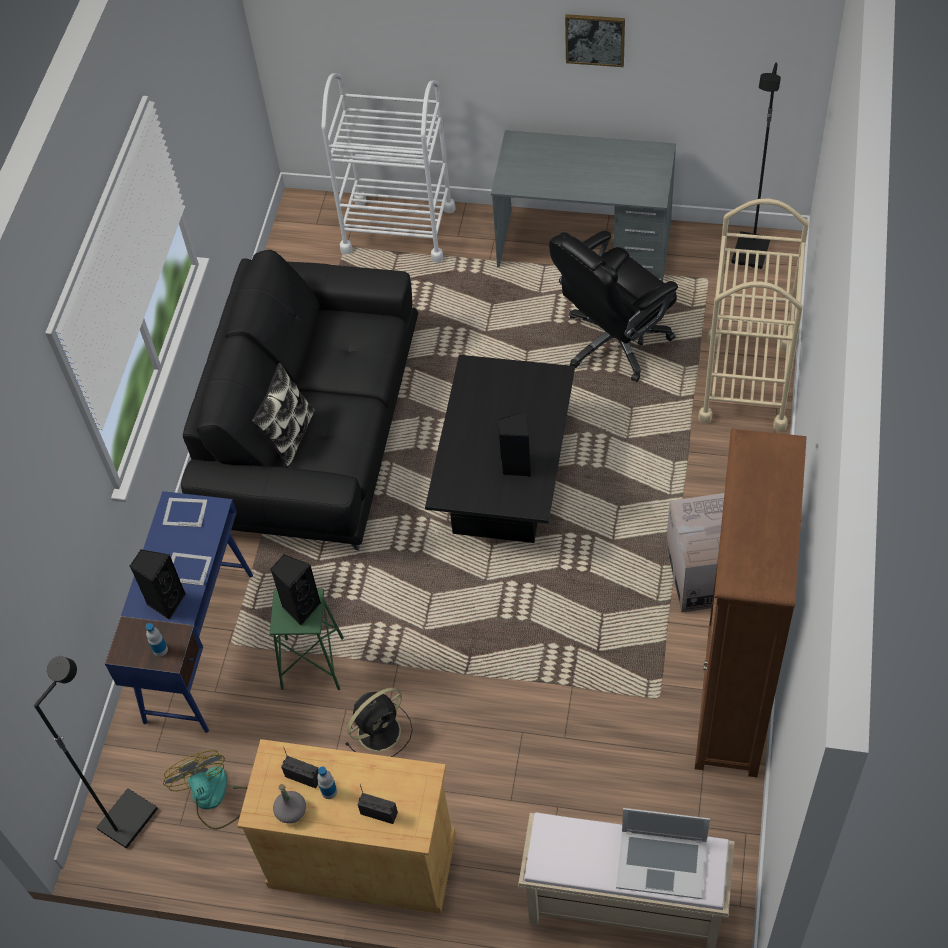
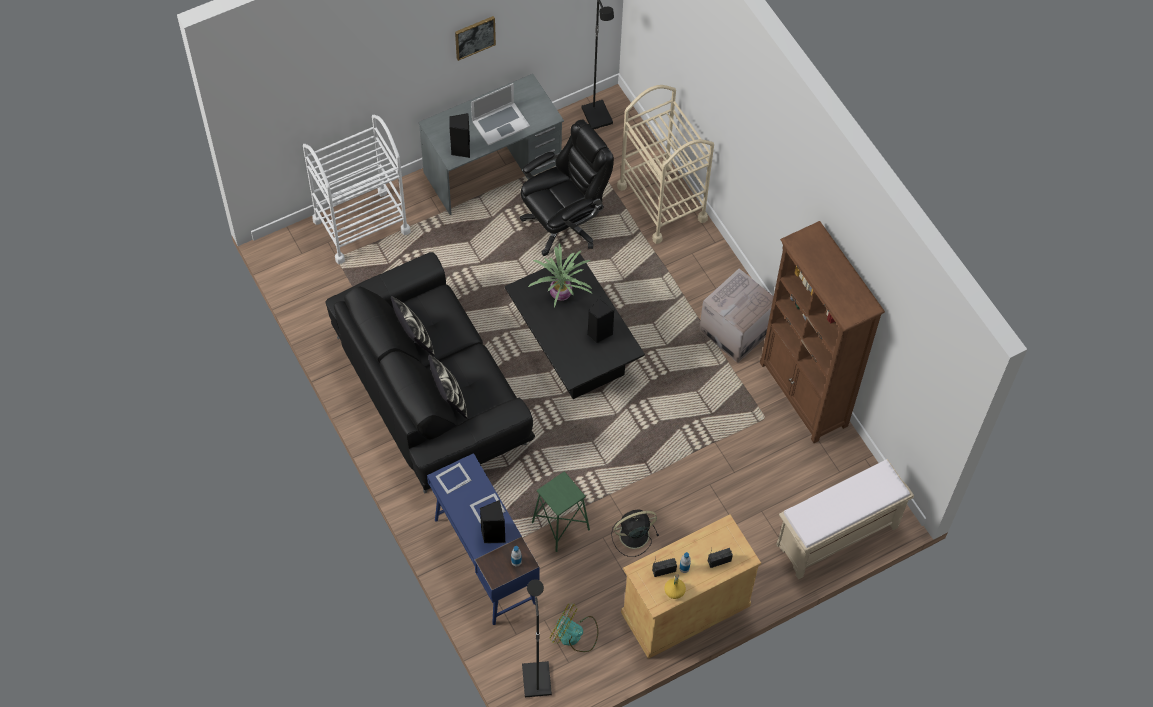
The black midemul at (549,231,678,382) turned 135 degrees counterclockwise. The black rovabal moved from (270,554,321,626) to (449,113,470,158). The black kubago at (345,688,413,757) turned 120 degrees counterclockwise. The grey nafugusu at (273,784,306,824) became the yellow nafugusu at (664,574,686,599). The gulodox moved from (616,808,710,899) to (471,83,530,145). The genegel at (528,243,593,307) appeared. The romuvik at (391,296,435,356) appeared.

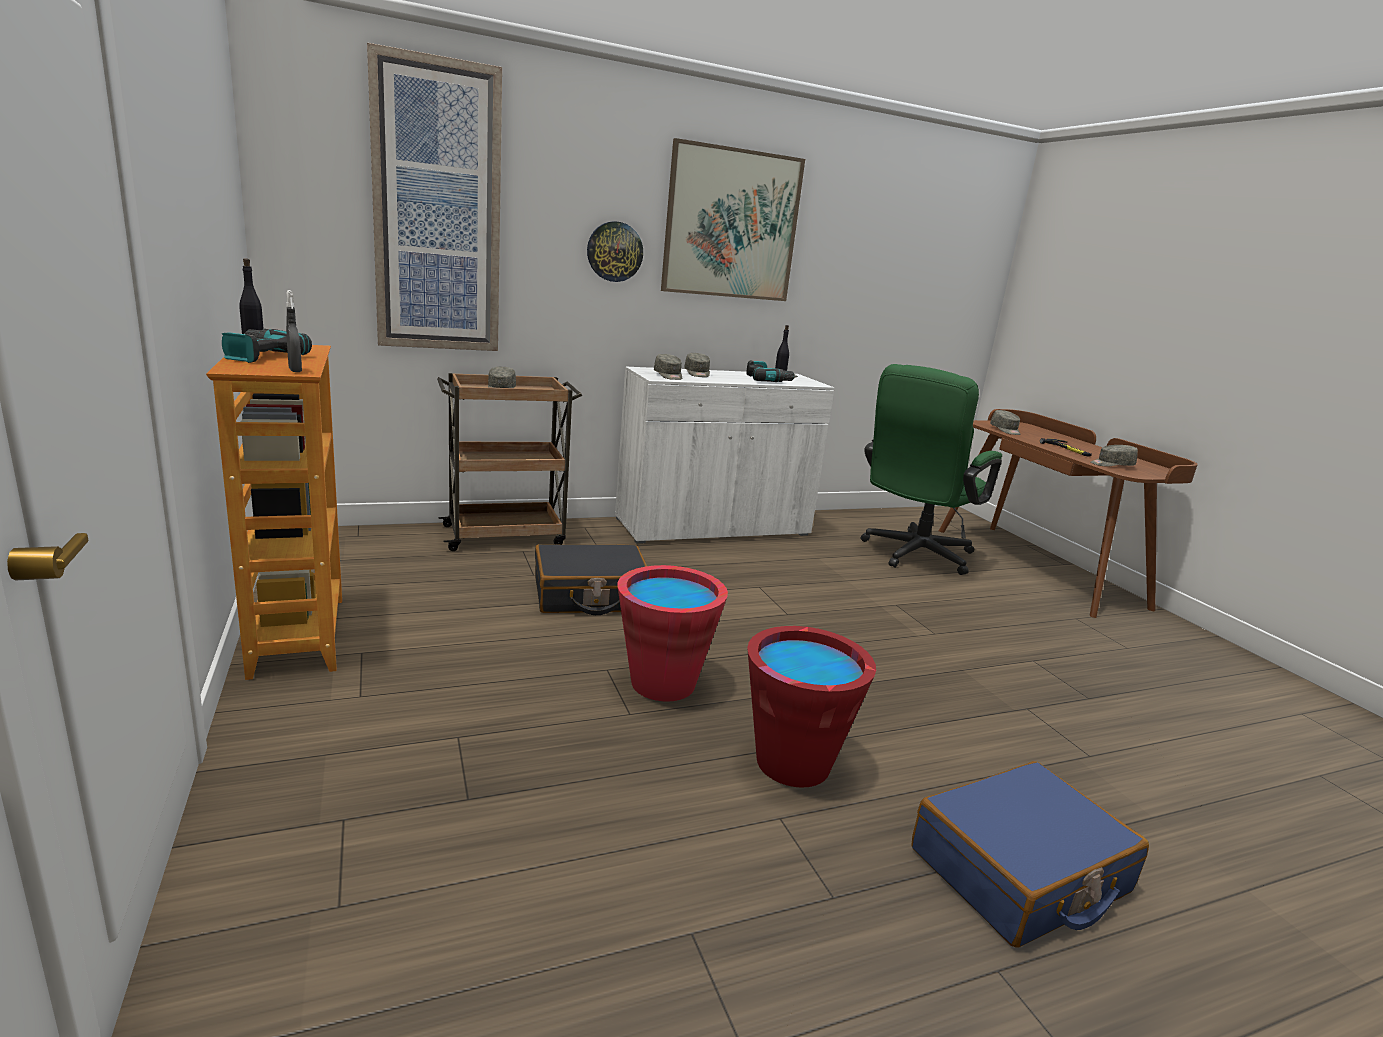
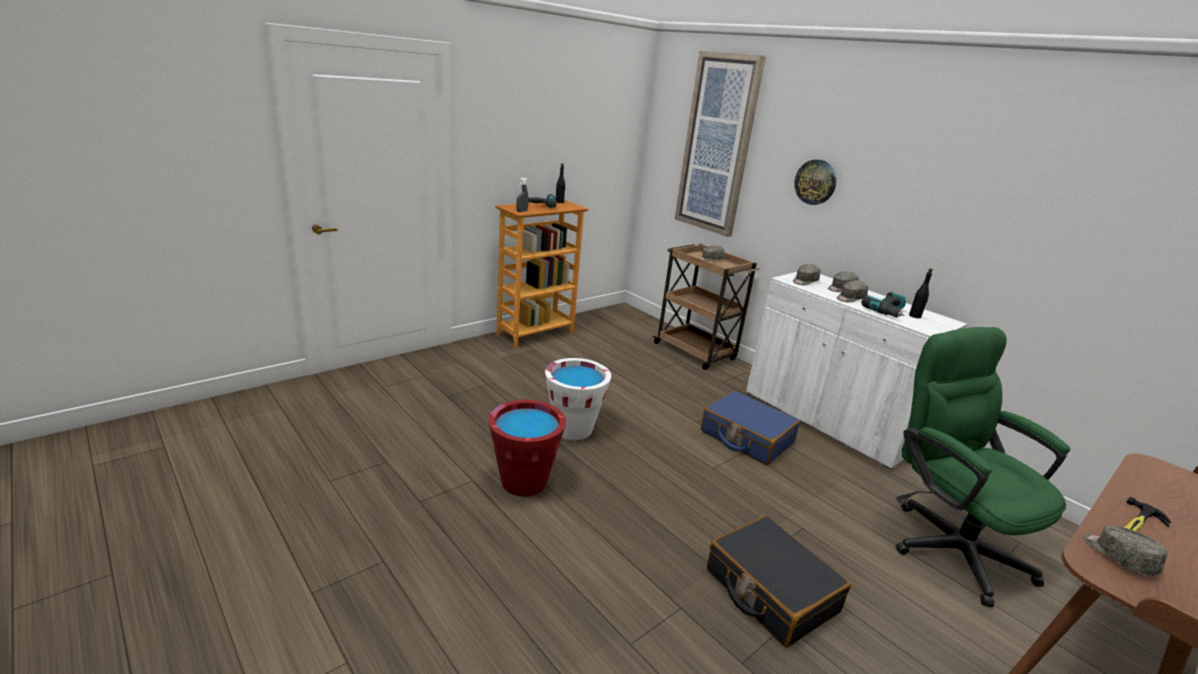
The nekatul at (661,138,805,301) disappeared. The green midemul at (861,364,1002,575) turned 45 degrees clockwise. The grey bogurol moved from (990,410,1021,435) to (837,280,868,303). The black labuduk moved from (535,544,647,615) to (707,515,851,648). The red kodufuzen at (617,565,728,702) became the white kodufuzen at (545,358,611,440). The blue labuduk moved from (911,761,1149,948) to (701,390,800,465).

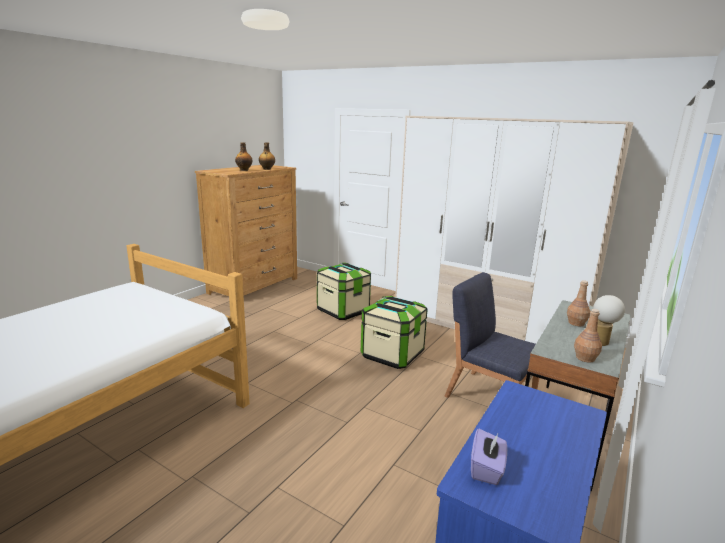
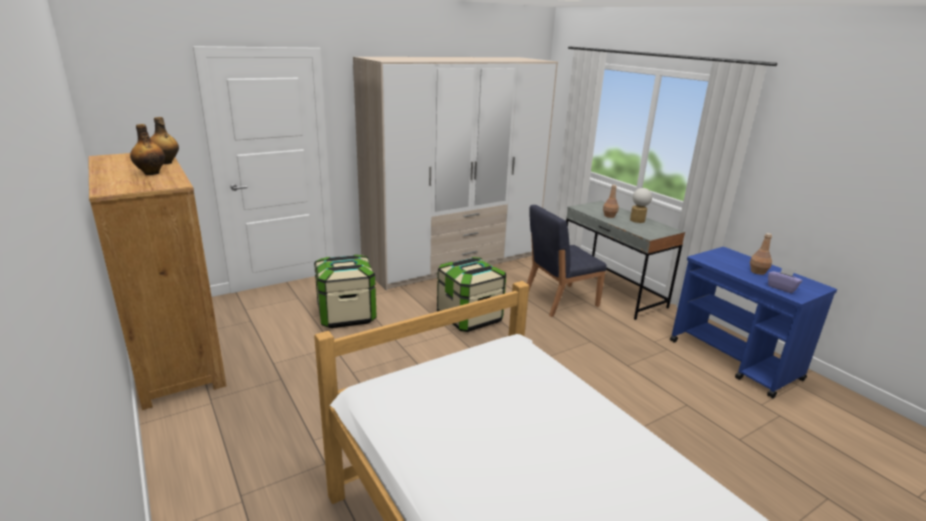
The brown nafugusu moved from (574,309,602,363) to (750,233,772,275).

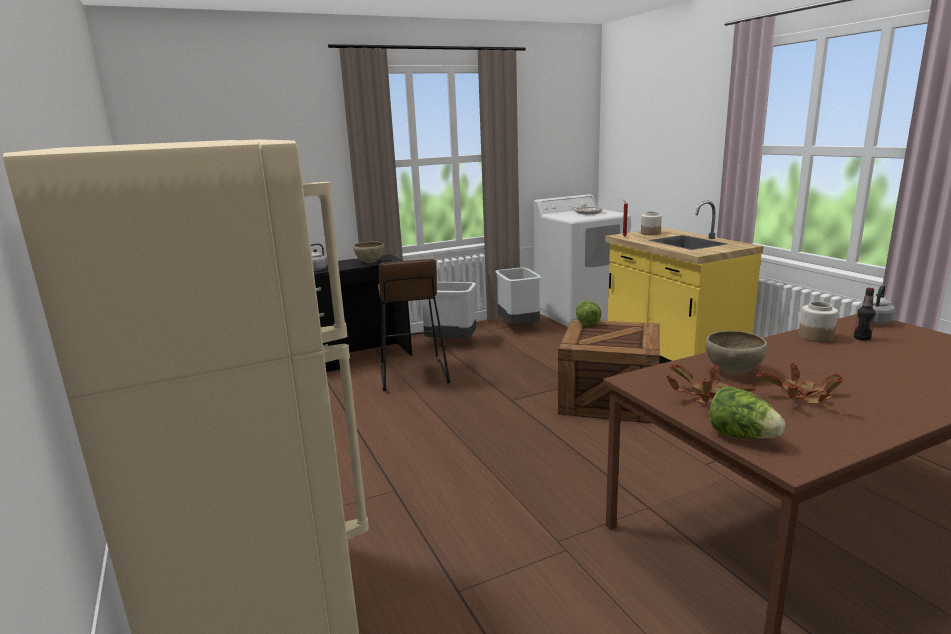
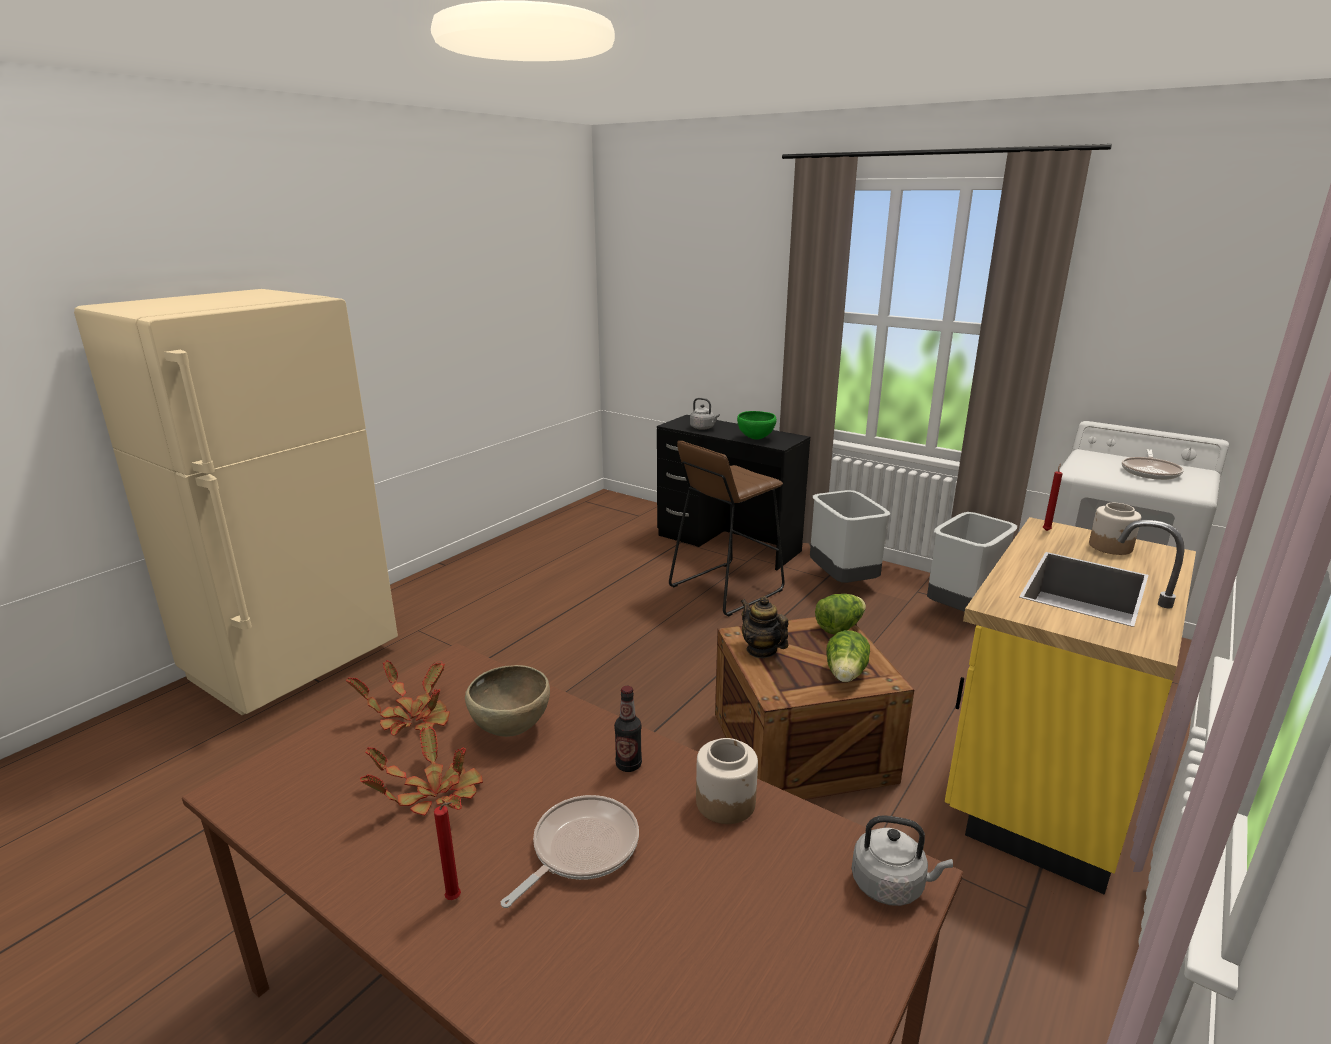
The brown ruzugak at (353,241,384,263) became the green ruzugak at (737,411,777,440). The nafugusu moved from (854,288,876,341) to (614,686,642,772). The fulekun moved from (709,386,785,439) to (826,630,870,682). The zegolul at (740,596,788,658) appeared. The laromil at (501,795,639,908) appeared. The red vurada at (434,802,461,900) appeared.

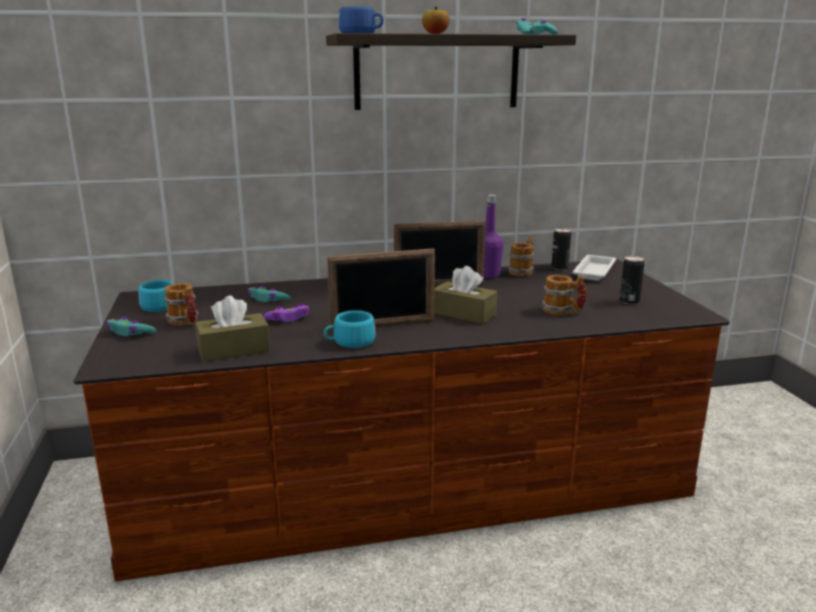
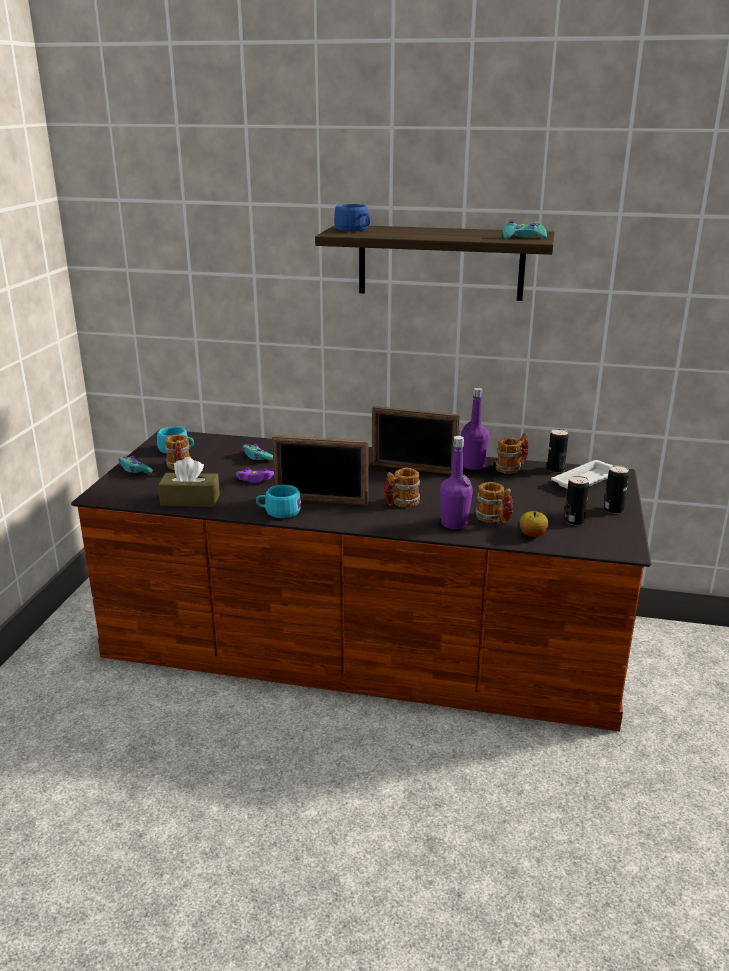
The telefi moved from (422,7,450,34) to (520,511,548,537). The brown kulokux at (434,266,498,324) was replaced by the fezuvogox at (384,468,420,507). The purple nafugusu at (440,436,473,529) appeared. The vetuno at (604,465,629,514) appeared.

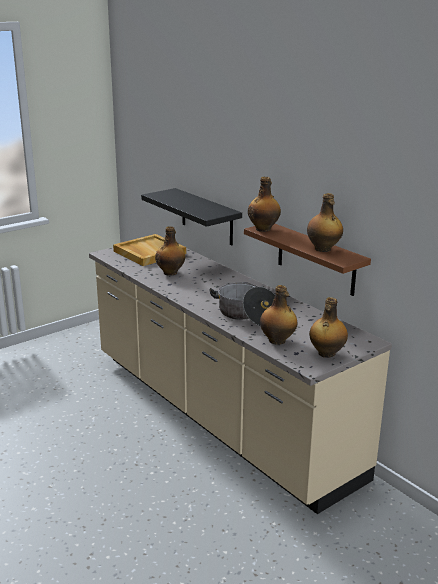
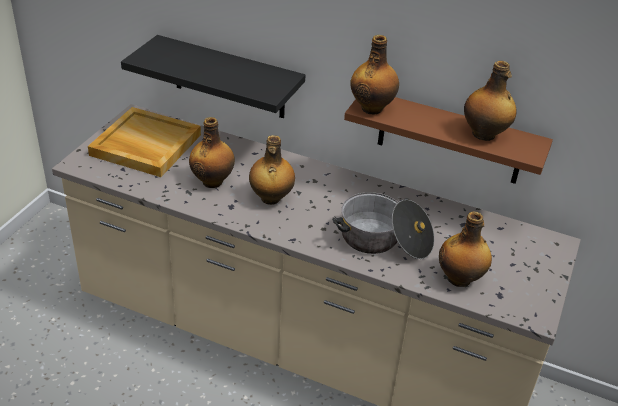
The nafugusu moved from (309,297,348,358) to (249,135,295,205).

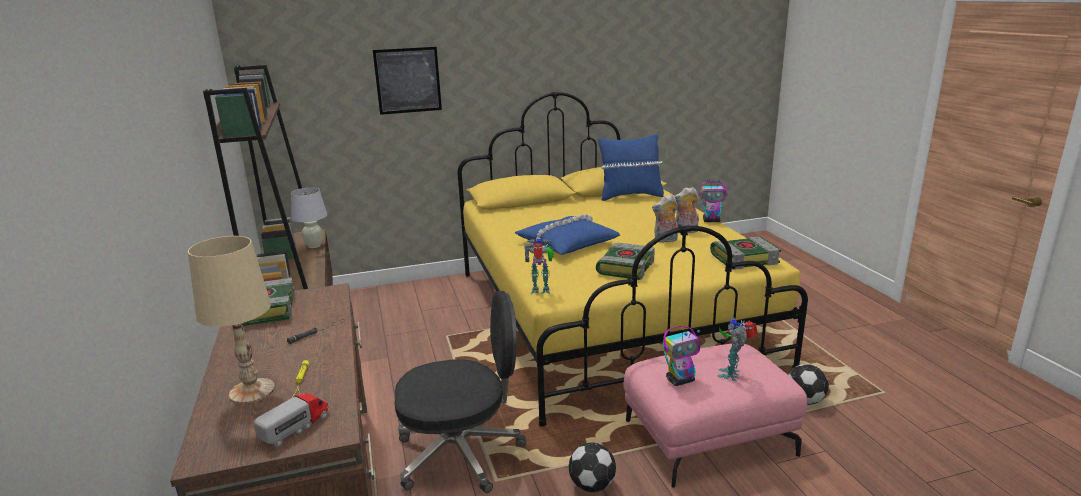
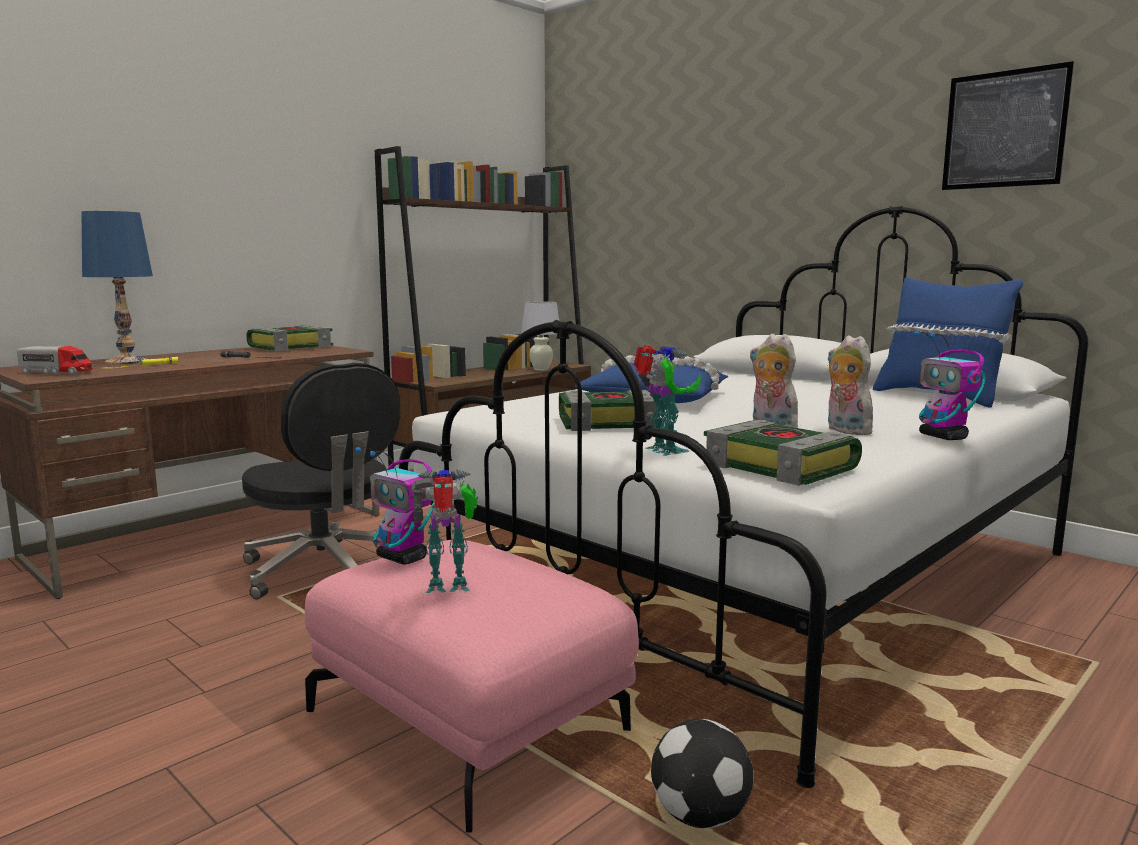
The nekatul moved from (373,47,442,115) to (942,61,1074,190). The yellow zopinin at (457,92,808,427) became the white zopinin at (399,206,1089,788). The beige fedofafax at (188,236,275,404) became the blue fedofafax at (82,211,153,364). The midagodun moved from (524,239,554,294) to (634,345,701,456). The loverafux at (569,443,616,492) disappeared.

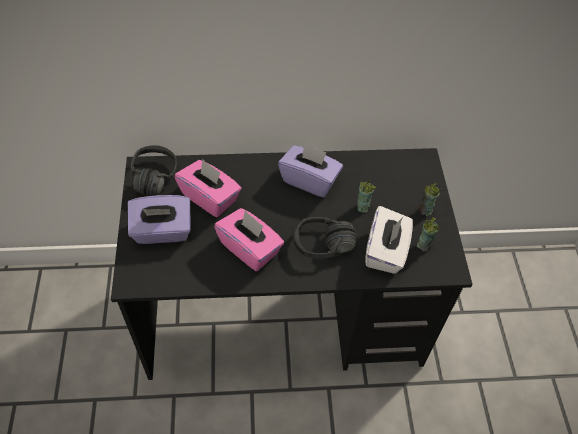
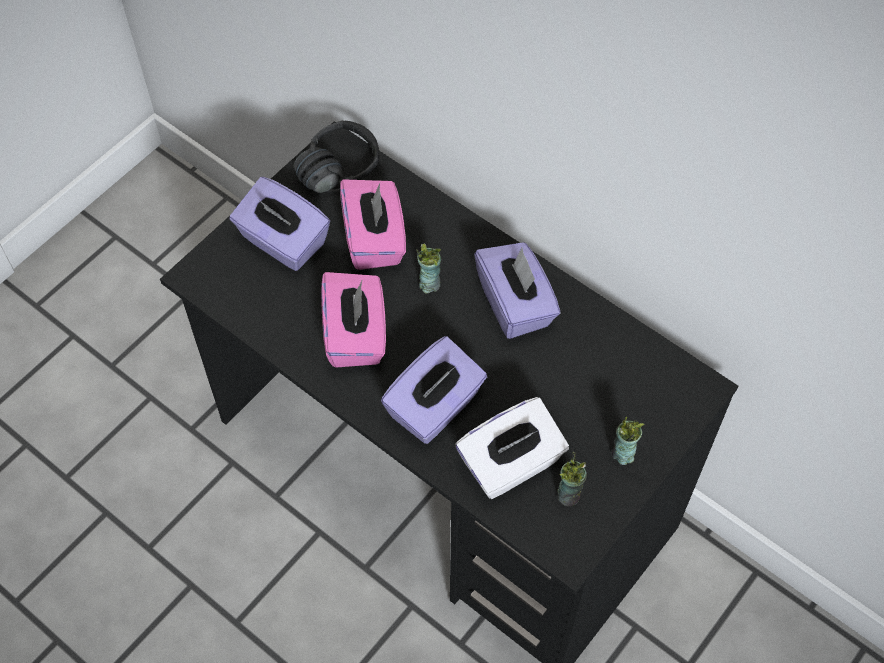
The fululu moved from (357,180,376,213) to (416,243,441,293). The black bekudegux at (293,217,357,259) was replaced by the purple kulokux at (381,336,487,444).

